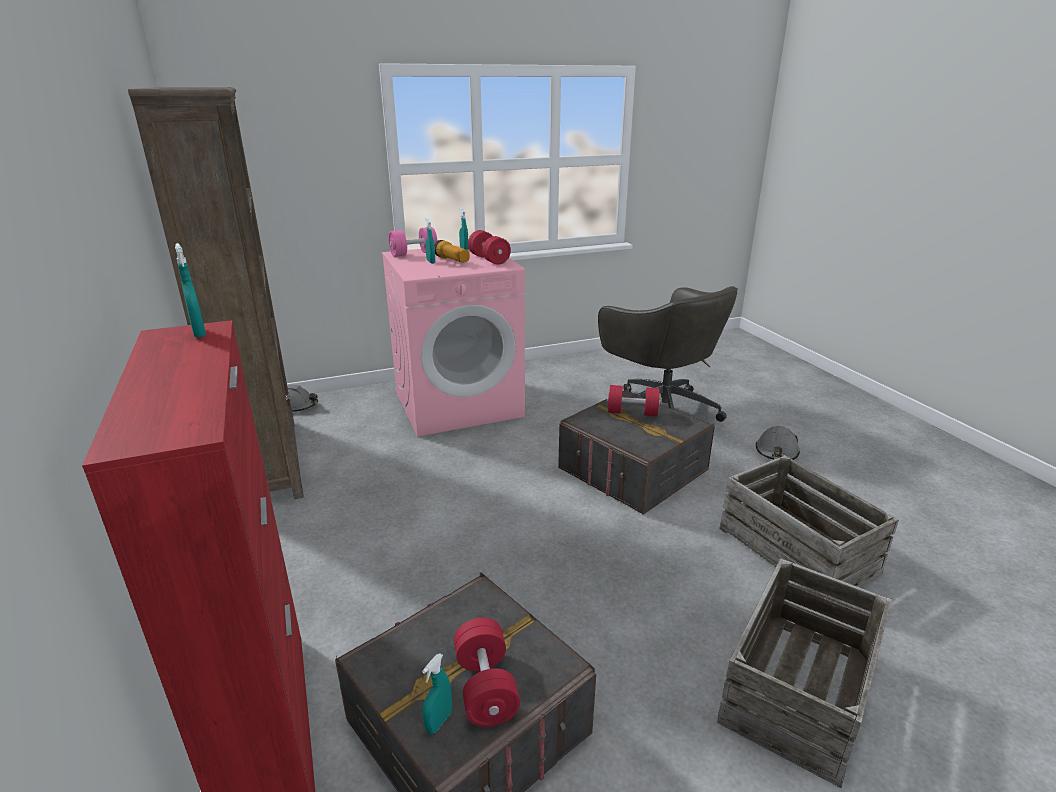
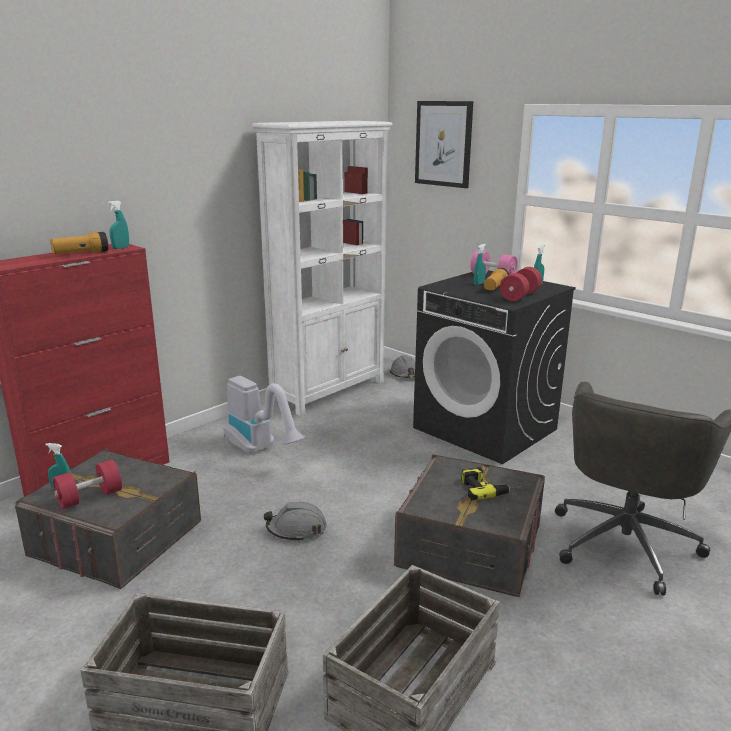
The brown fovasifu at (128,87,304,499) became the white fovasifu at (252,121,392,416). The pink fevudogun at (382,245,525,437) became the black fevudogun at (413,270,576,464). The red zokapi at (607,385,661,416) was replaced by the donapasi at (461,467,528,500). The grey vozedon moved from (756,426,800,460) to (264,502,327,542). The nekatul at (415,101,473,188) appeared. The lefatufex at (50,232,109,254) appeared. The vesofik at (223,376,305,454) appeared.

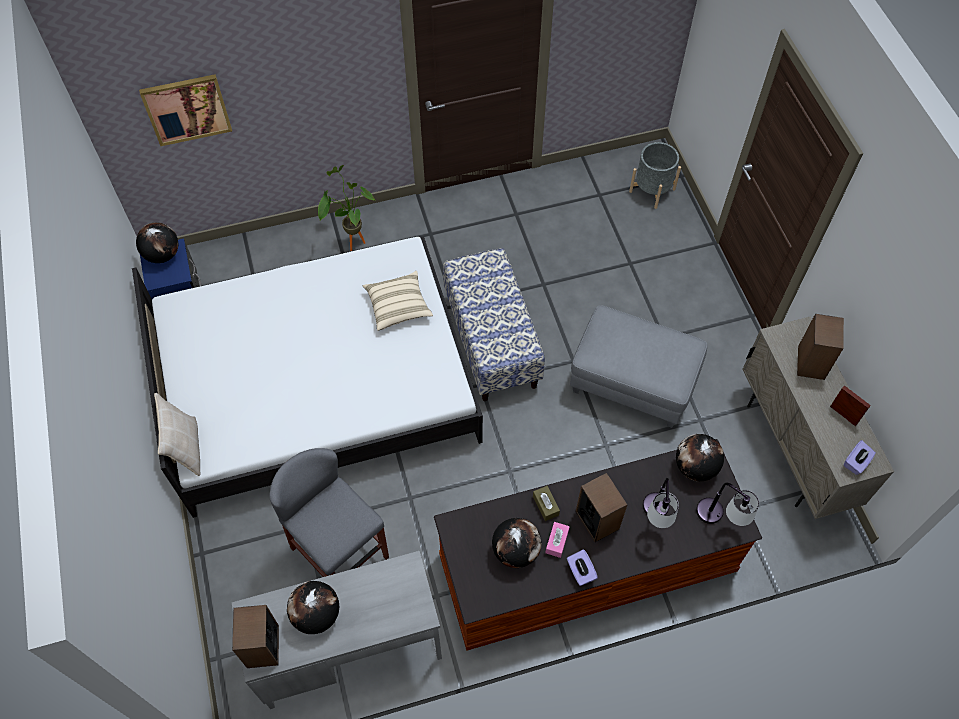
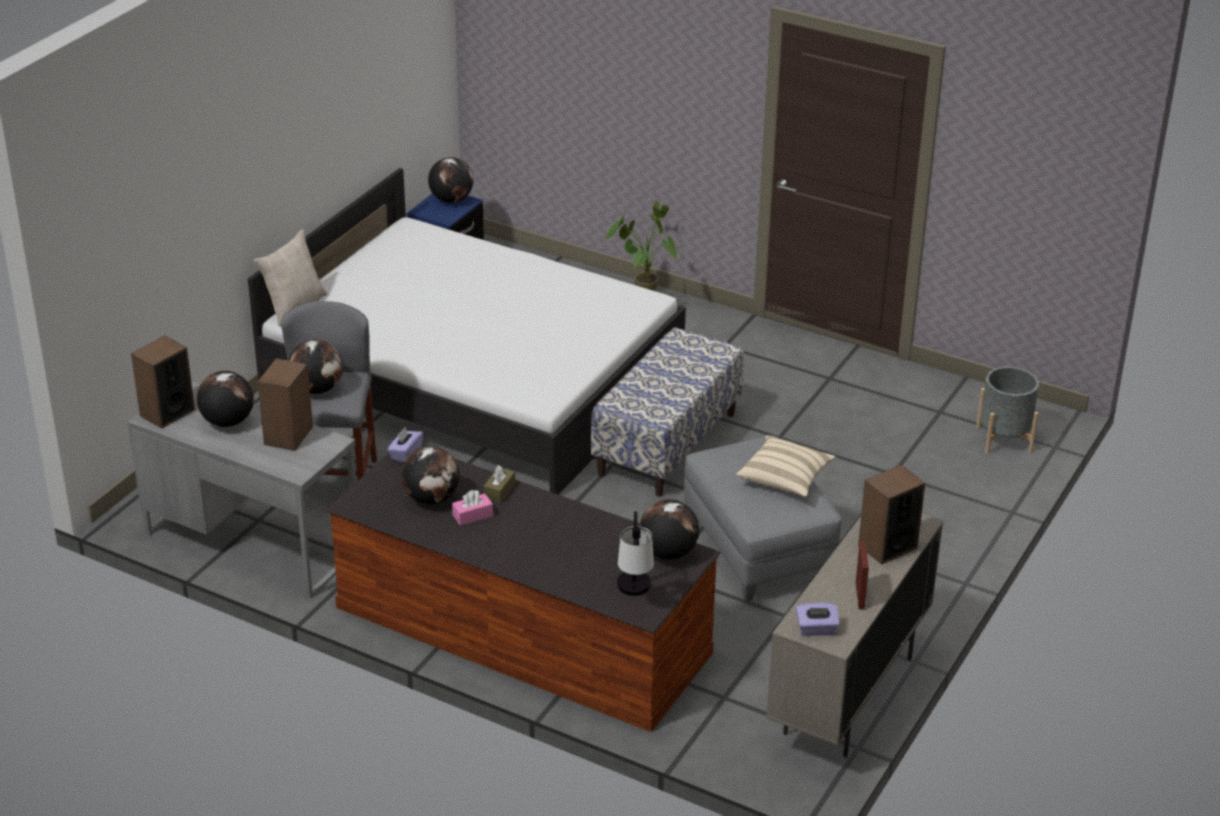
The nekatul at (139,74,232,146) disappeared. The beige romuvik moved from (363,271,433,331) to (736,436,835,497). The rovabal moved from (576,473,628,542) to (258,358,313,451). The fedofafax at (643,478,679,528) disappeared. The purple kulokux moved from (567,549,598,586) to (388,427,423,463). The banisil at (289,339,343,394) appeared.

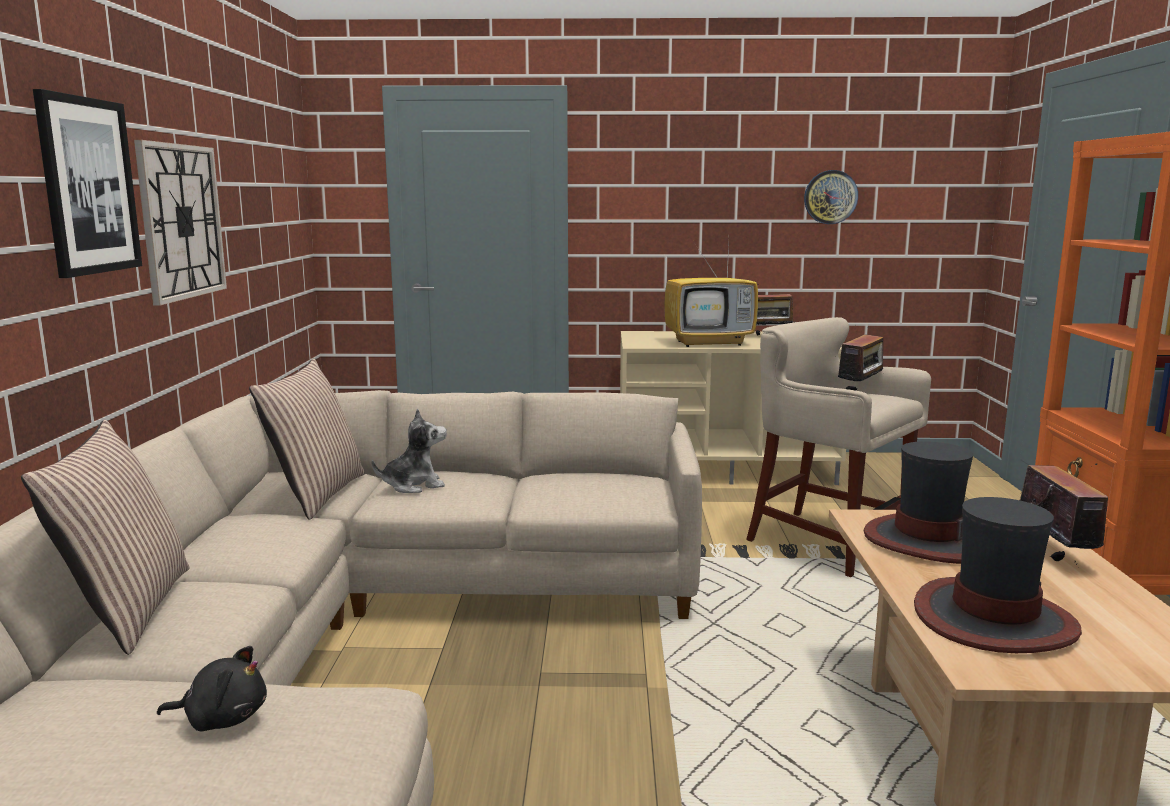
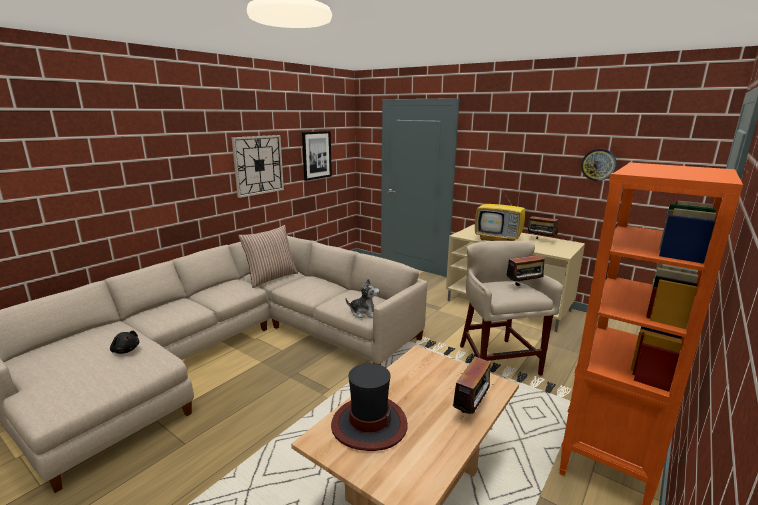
The nekatul moved from (33,89,142,278) to (302,131,332,181). The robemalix moved from (372,409,447,493) to (346,279,380,318). The romuvik at (21,420,190,655) disappeared. The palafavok at (864,441,973,564) disappeared.

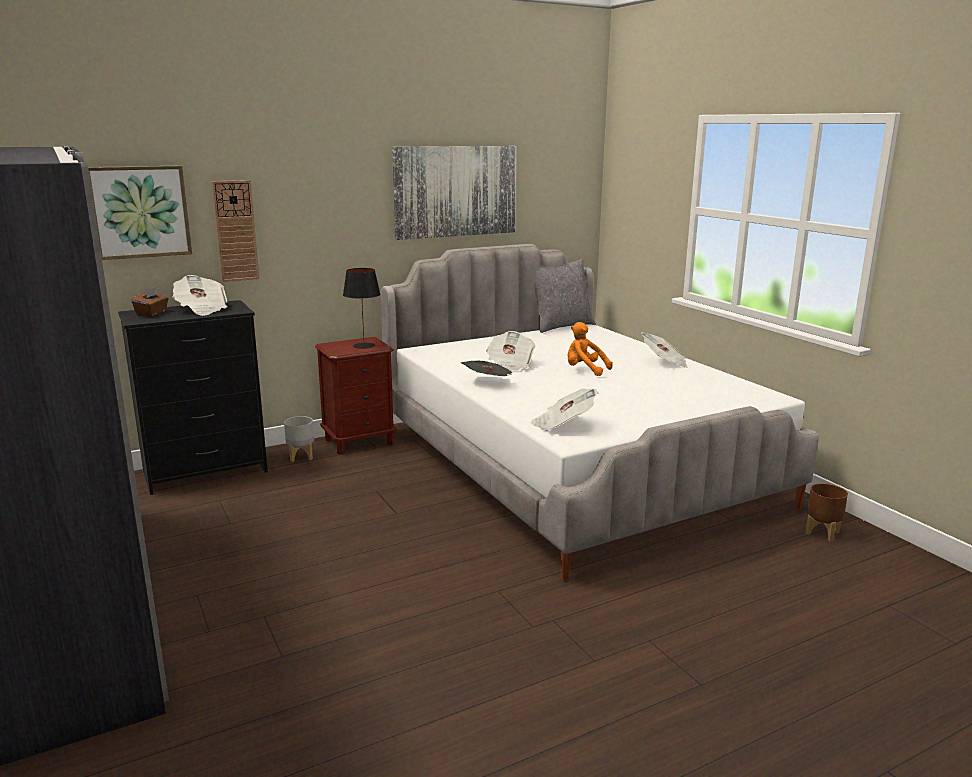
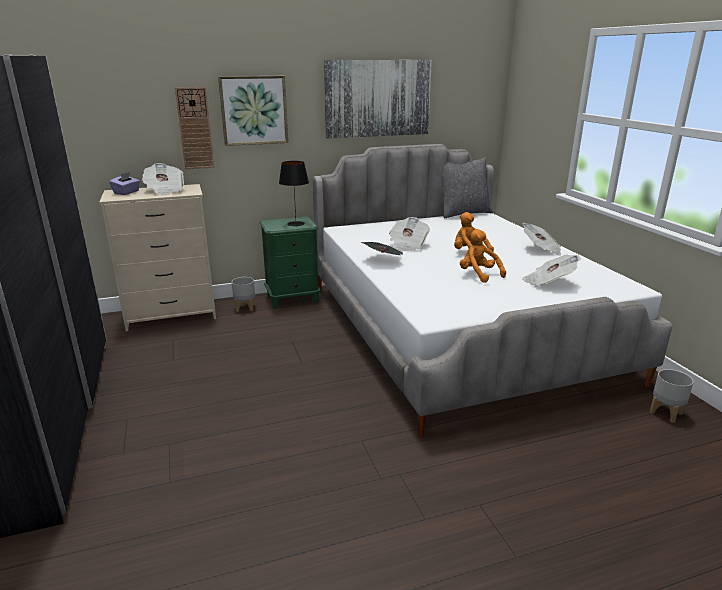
The nekatul moved from (88,166,192,260) to (218,76,288,146). The brown kulokux at (131,287,169,316) became the purple kulokux at (109,172,140,195). The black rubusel at (118,300,268,495) became the beige rubusel at (99,184,216,331). The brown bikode at (315,337,397,455) became the green bikode at (260,217,321,309). The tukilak moved from (531,389,598,431) to (522,254,581,287). The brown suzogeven at (805,483,848,542) became the grey suzogeven at (650,369,694,422). The orange robemalix at (460,229,506,283) appeared.

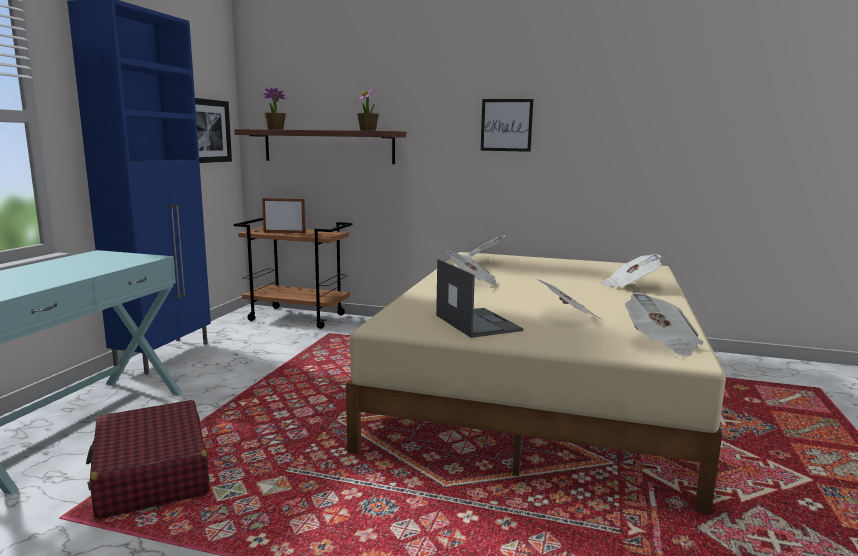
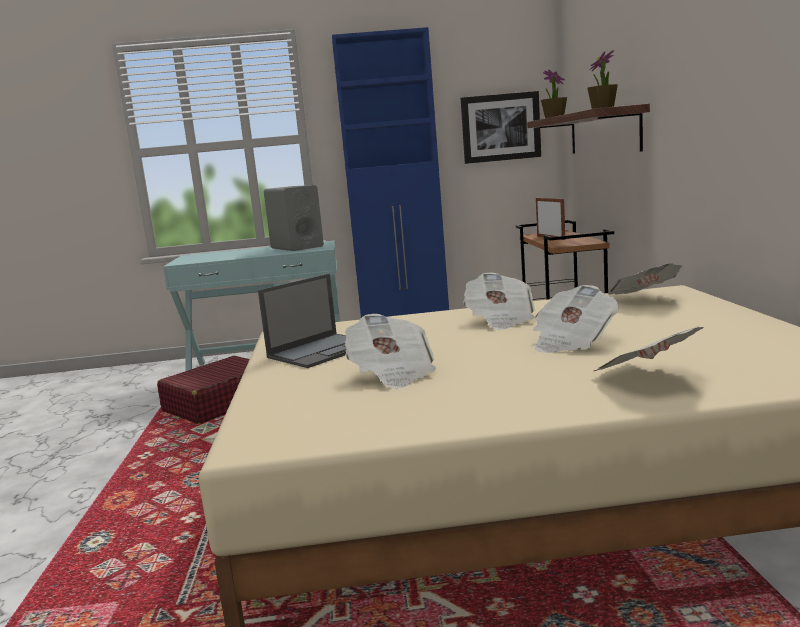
The nekatul at (481,99,533,152) disappeared. The tukilak moved from (625,292,704,357) to (533,285,618,353). The grey rovabal at (264,185,324,251) appeared.

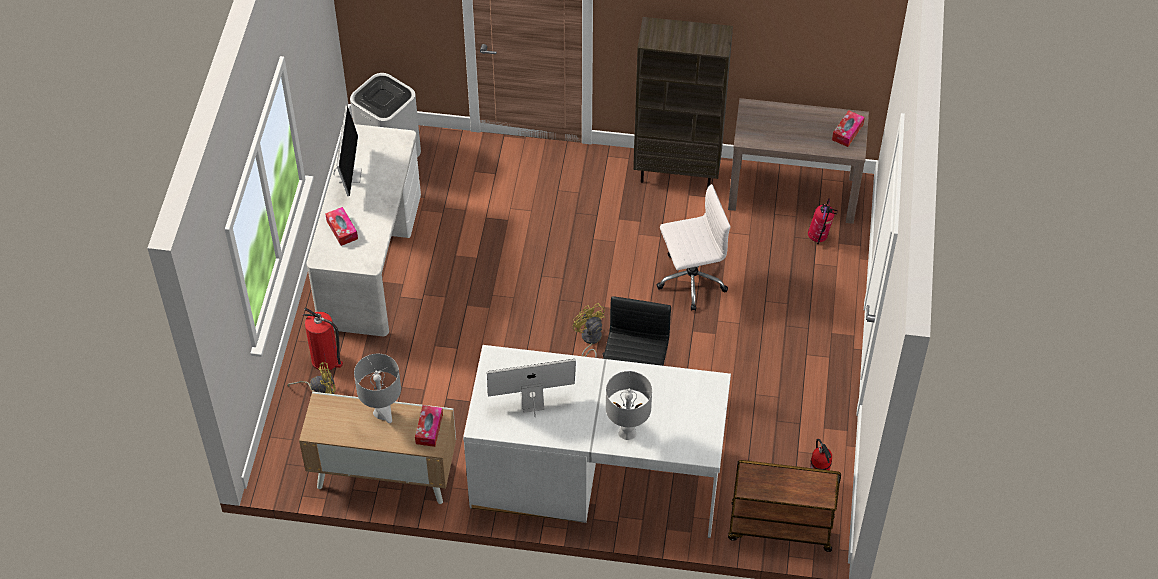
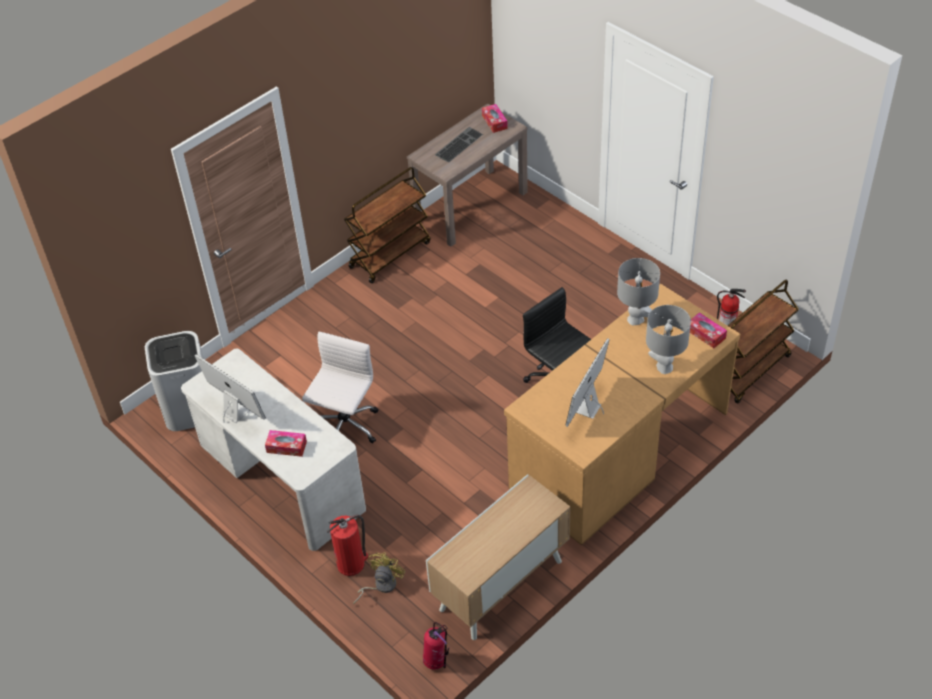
The brown fovasifu at (633,17,733,188) was replaced by the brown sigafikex at (344,167,431,283). The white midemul moved from (657,184,730,311) to (302,332,378,443). The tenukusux moved from (808,198,838,244) to (423,622,450,670). The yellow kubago at (573,303,606,358) disappeared. The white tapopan at (463,345,731,538) became the brown tapopan at (504,284,740,545). The grey fedofafax moved from (354,354,401,423) to (617,258,660,325). The kulokux moved from (415,405,443,447) to (690,312,727,348). The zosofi at (435,127,483,163) appeared.

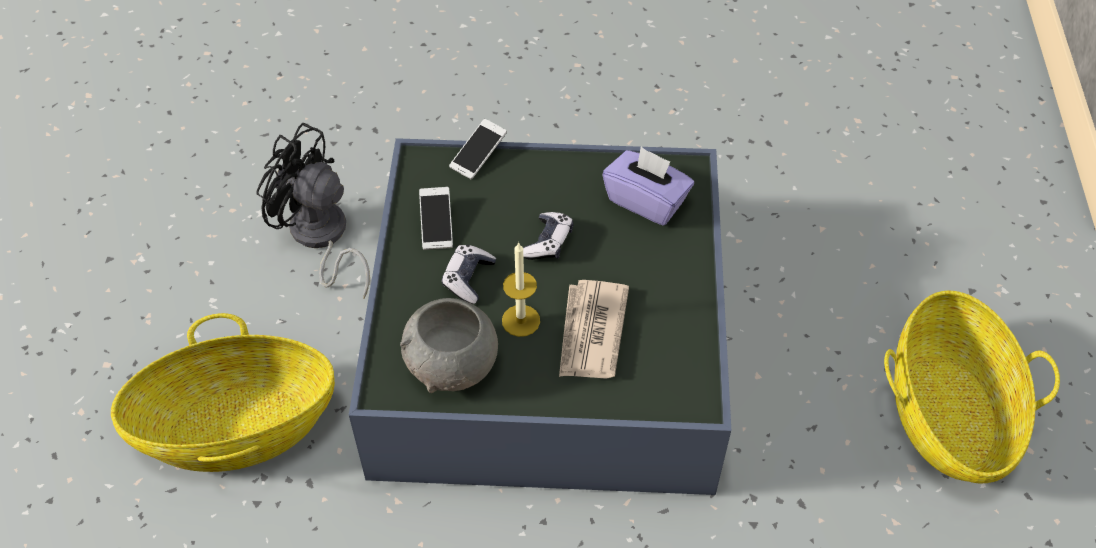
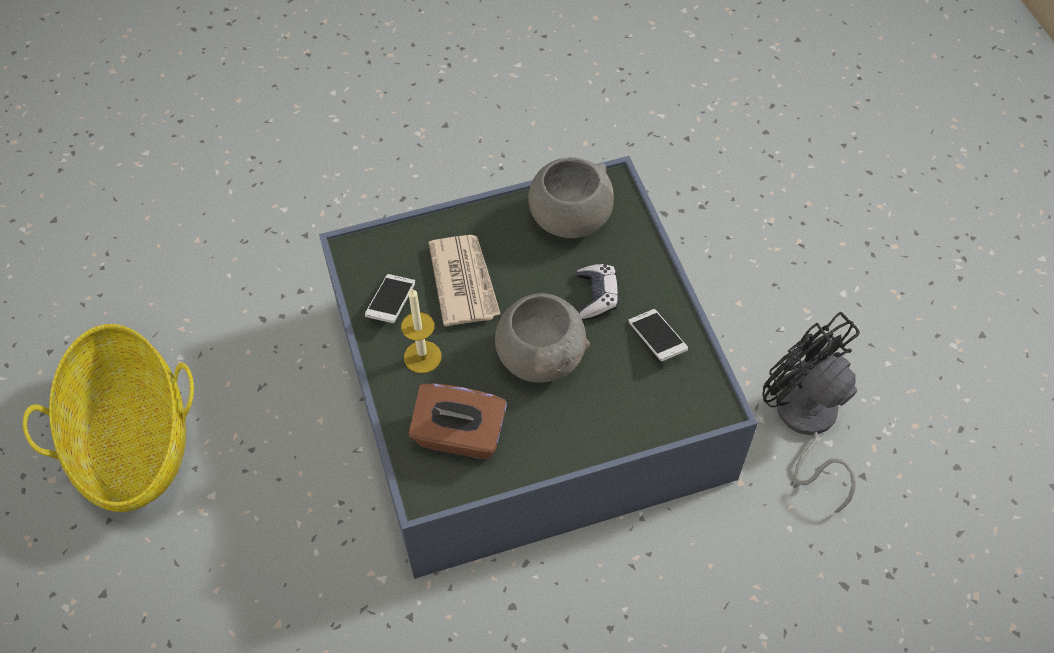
The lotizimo moved from (449,119,507,179) to (365,274,415,323). The black kubago at (257,123,370,299) turned 135 degrees counterclockwise. The purple kulokux at (602,147,694,225) became the brown kulokux at (408,384,507,459). The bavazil at (523,212,574,260) was replaced by the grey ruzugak at (495,293,590,383). The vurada moved from (502,242,540,337) to (401,288,441,373). The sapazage at (111,313,335,472) disappeared.

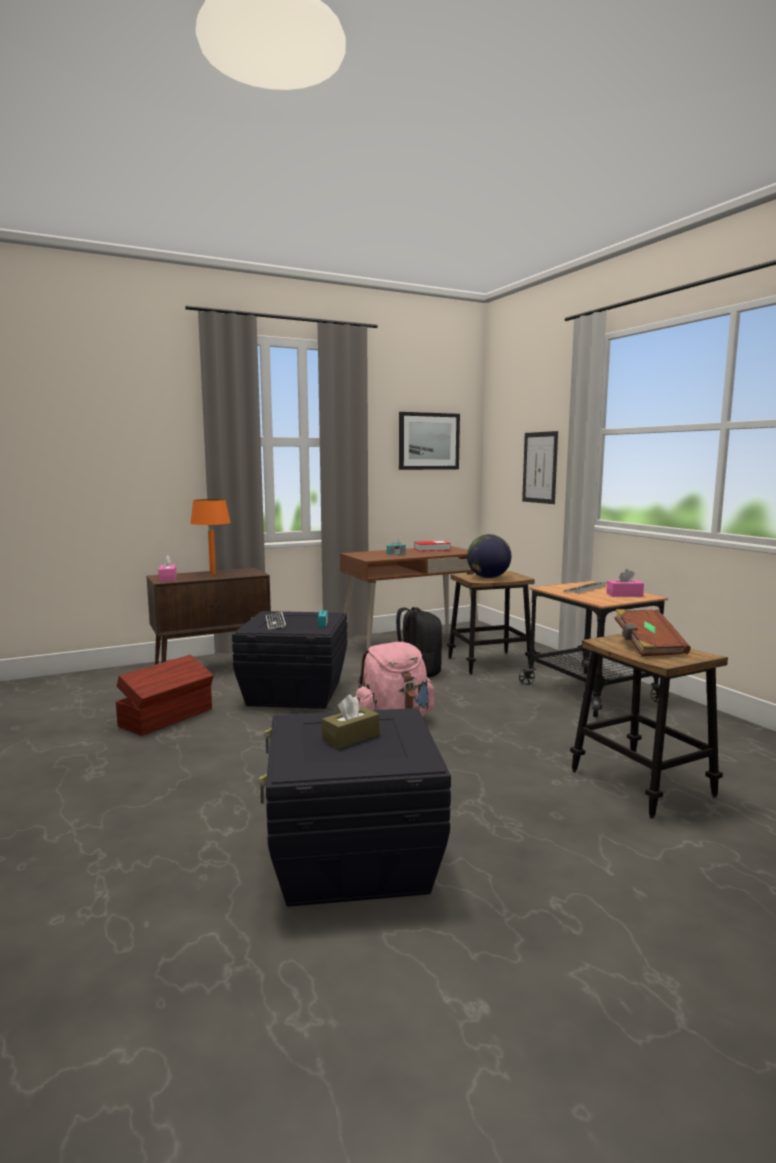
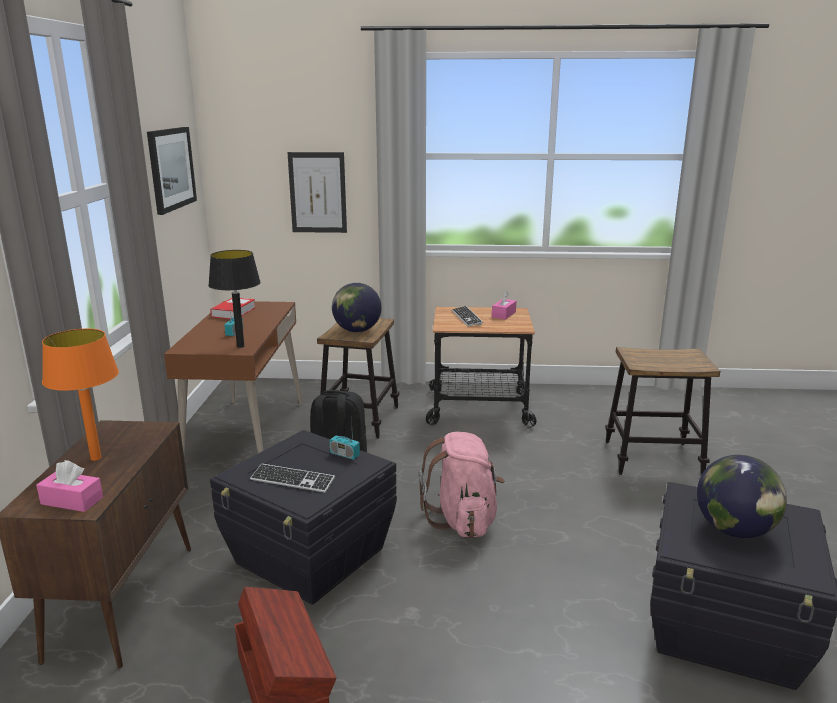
The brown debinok at (615,609,691,656) disappeared. The brown kulokux at (322,694,379,749) was replaced by the banisil at (697,455,787,538). The black fedofafax at (208,250,261,348) appeared.

